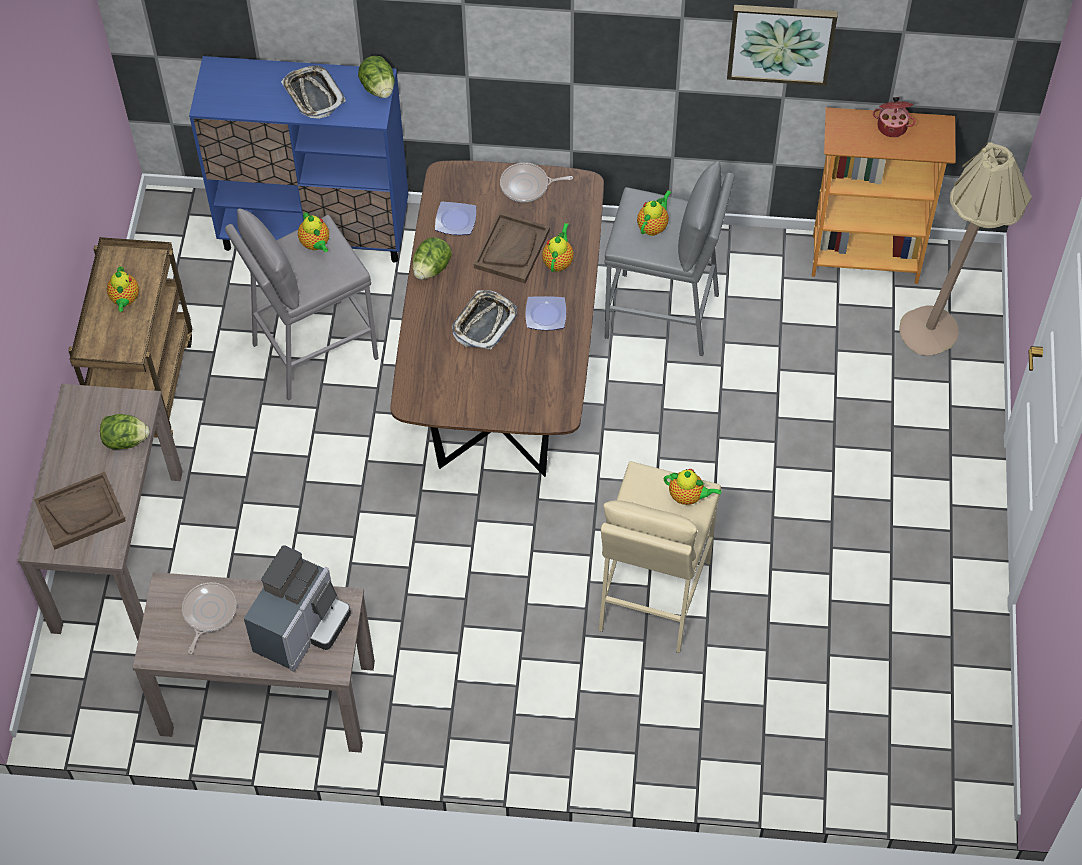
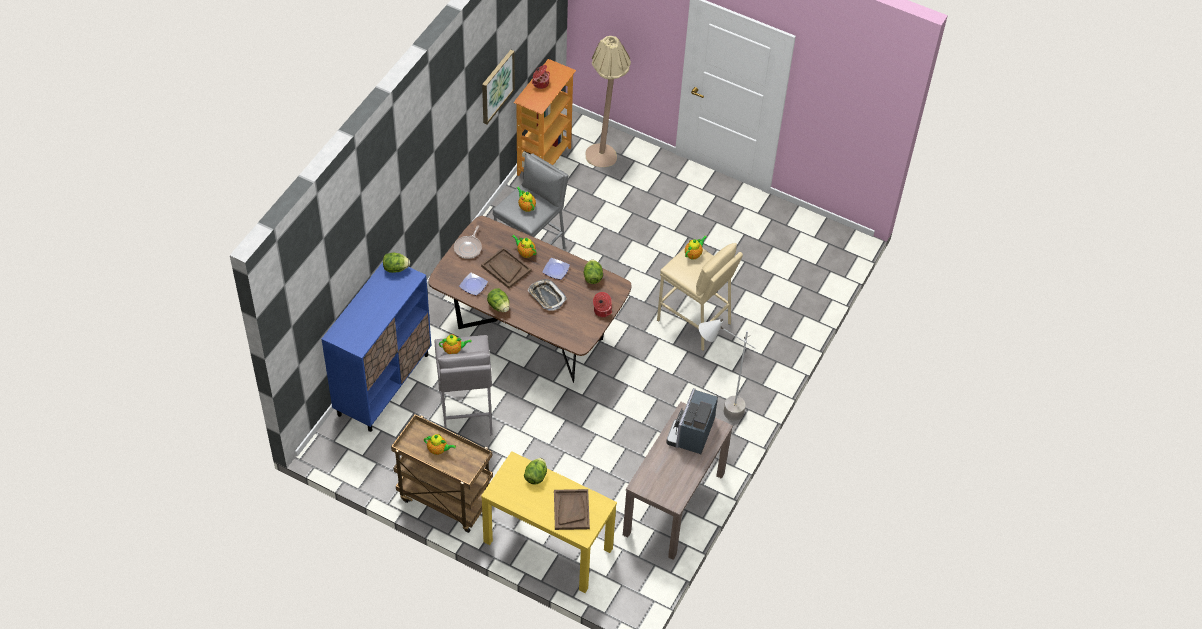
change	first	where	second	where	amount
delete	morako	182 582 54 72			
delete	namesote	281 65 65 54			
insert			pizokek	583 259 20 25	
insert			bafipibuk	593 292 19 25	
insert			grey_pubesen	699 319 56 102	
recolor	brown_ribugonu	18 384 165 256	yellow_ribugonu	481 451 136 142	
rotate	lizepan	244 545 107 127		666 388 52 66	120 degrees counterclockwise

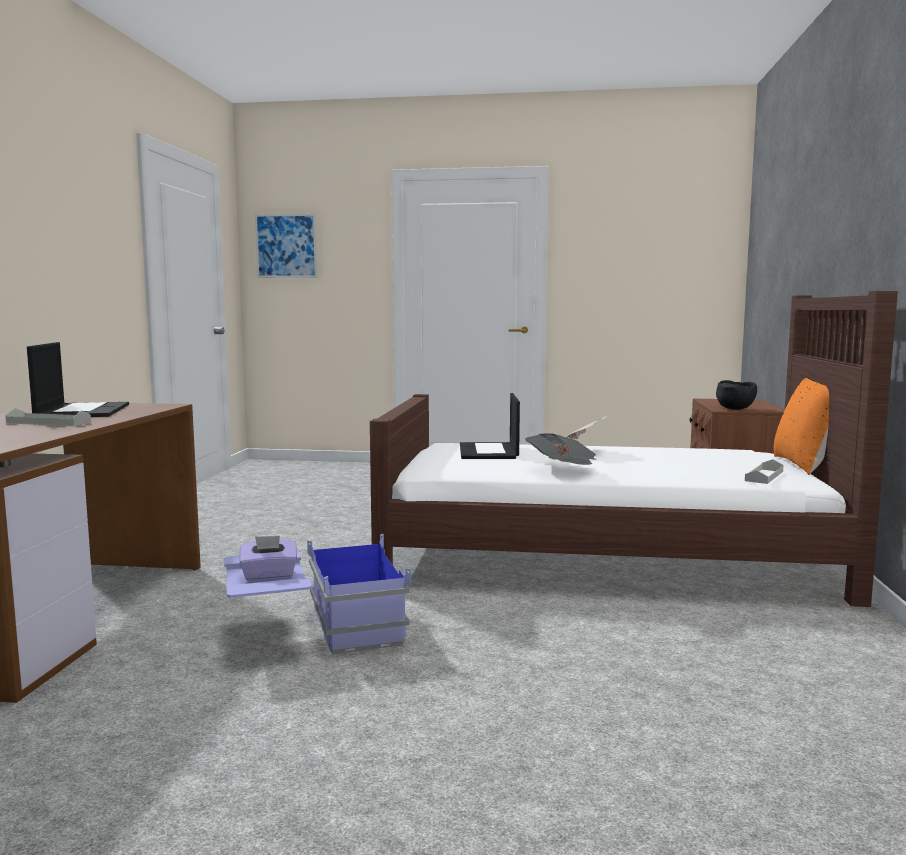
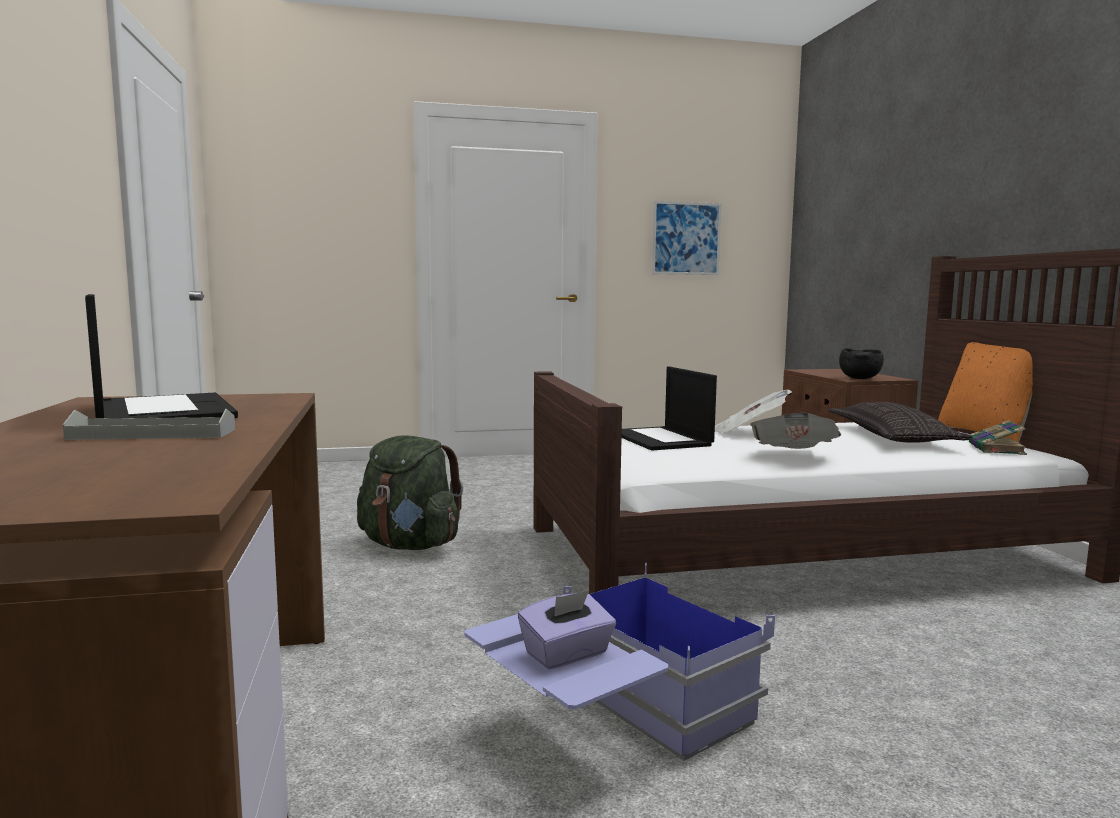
change	first	where	second	where	amount
insert			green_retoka	357 436 106 114	
insert			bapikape	829 402 143 41	
move	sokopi	255 213 62 65		652 201 69 74	
replace	grey_namesote	745 459 39 25	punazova	969 420 58 35	

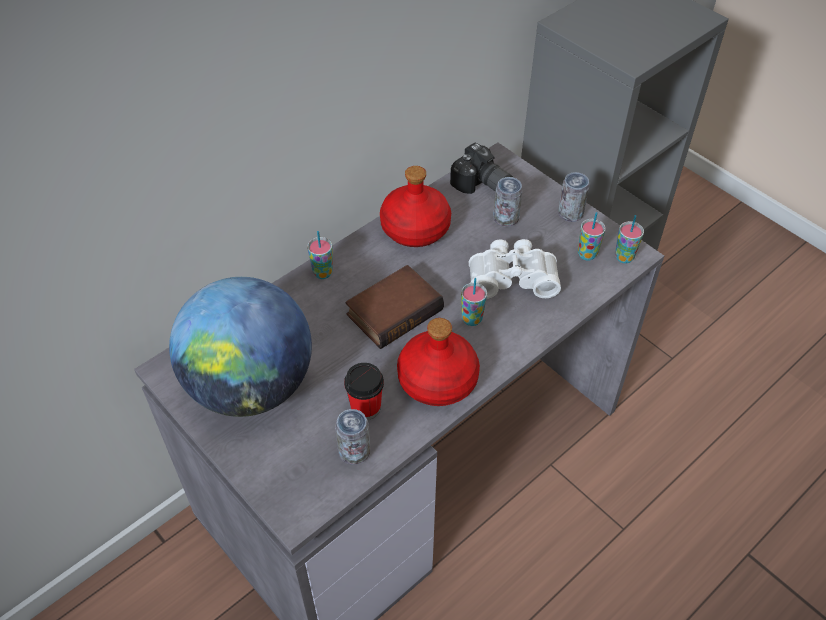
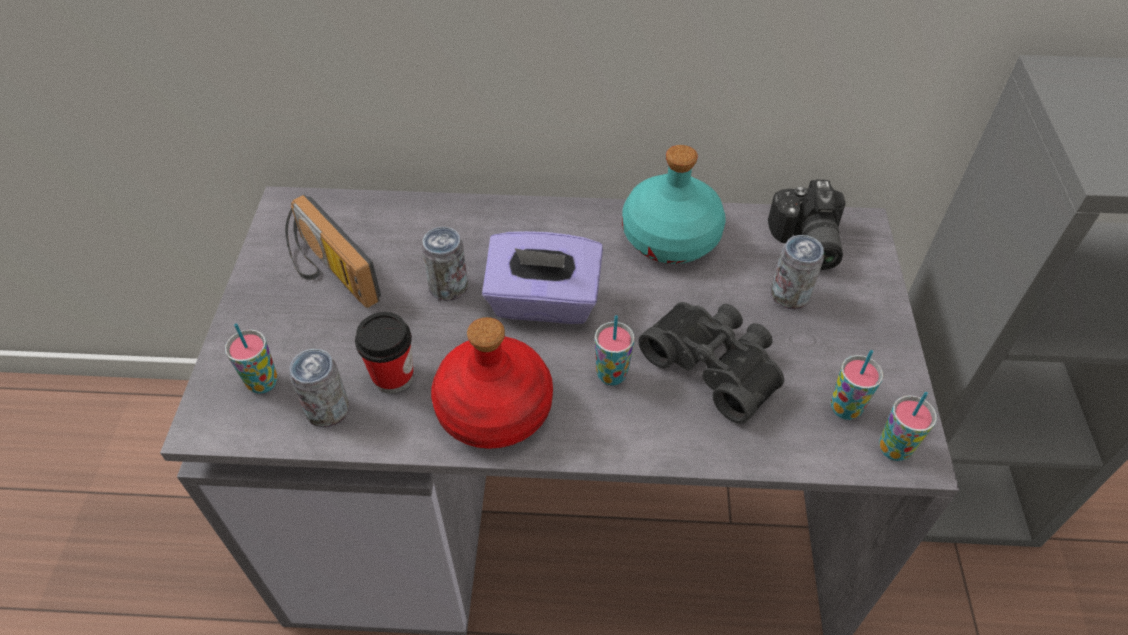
change	first	where	second	where	amount
move	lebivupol	307 231 26 48		225 323 53 71	
move	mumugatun	558 172 32 50		422 227 46 74	
replace	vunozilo	169 277 143 140	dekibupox	285 194 96 114	
replace	punazova	346 265 98 84	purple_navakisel	482 231 121 93	
recolor	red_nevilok	380 166 71 81	turquoise_nevilok	622 145 104 119	
recolor	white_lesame	469 239 92 60	black_lesame	638 302 146 122	

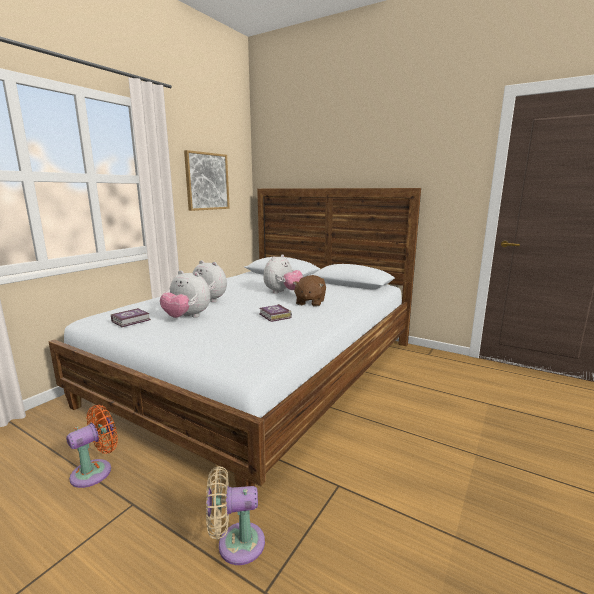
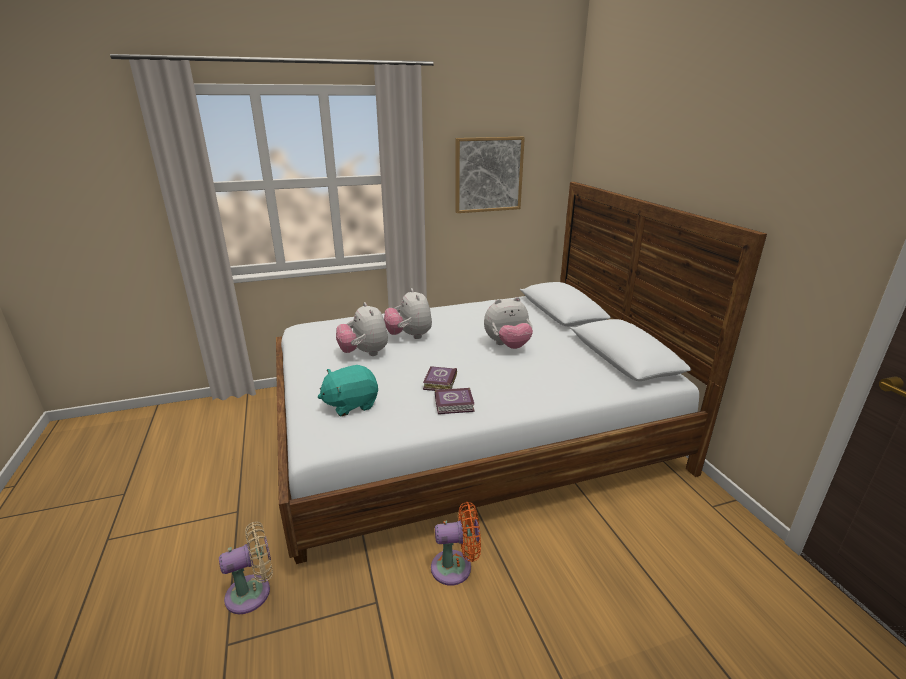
change	first	where	second	where	amount
delete	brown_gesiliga	293 275 33 32			
insert			turquoise_gesiliga	318 365 60 51	
move	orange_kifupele	66 405 52 83		431 502 50 84	
move	punazova	111 308 40 19		435 388 40 26	
rotate	beige_kifupele	206 466 59 99		219 522 54 92	120 degrees clockwise

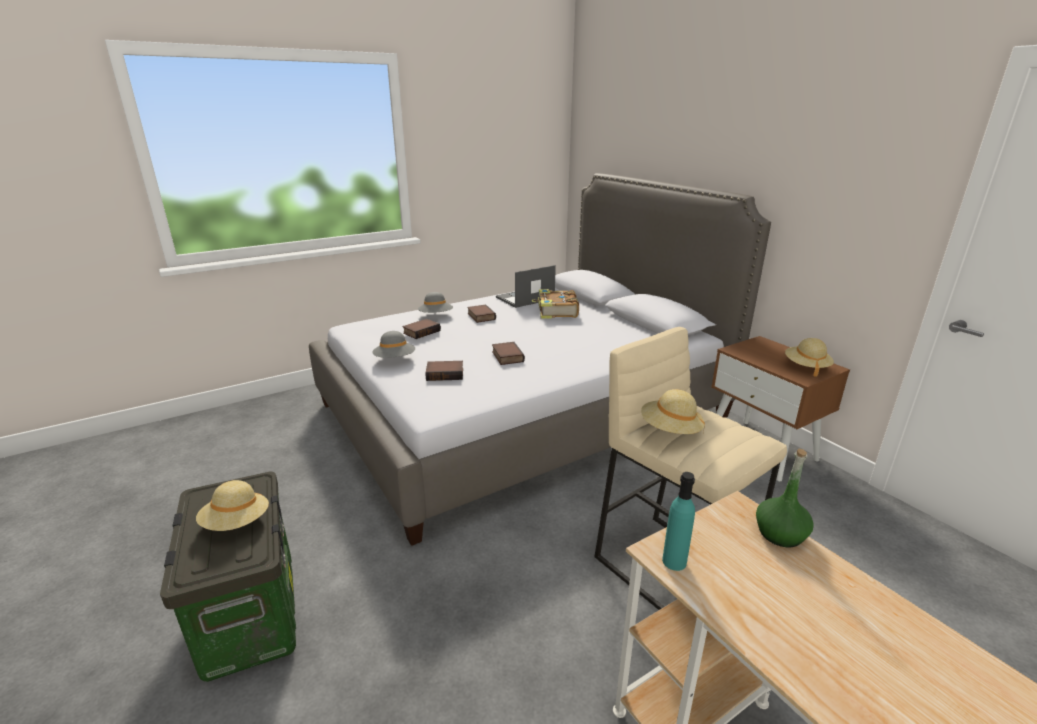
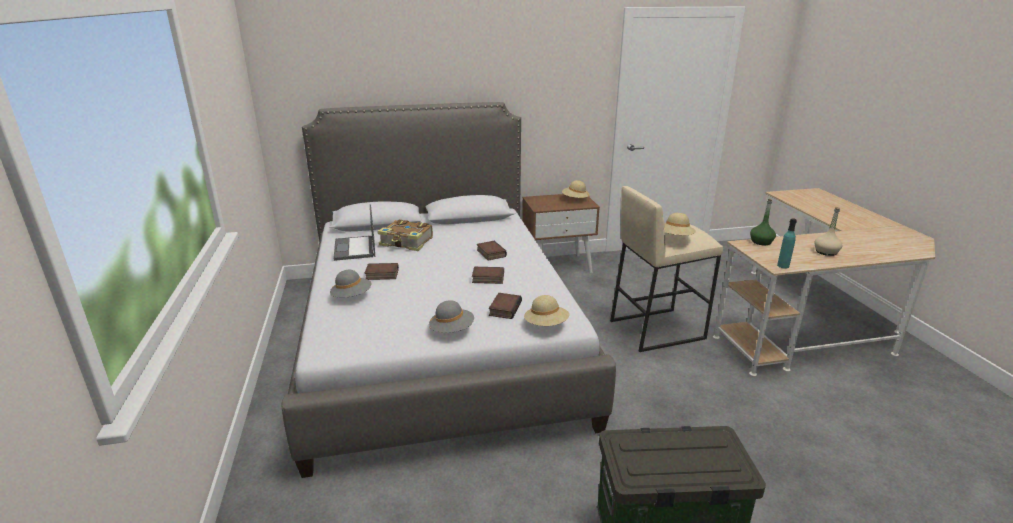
change	first	where	second	where	amount
insert			beige_nevilok	815 207 27 49	
move	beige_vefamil	196 480 73 51		524 295 46 31	
move	punazova	402 319 39 20		477 241 30 20	

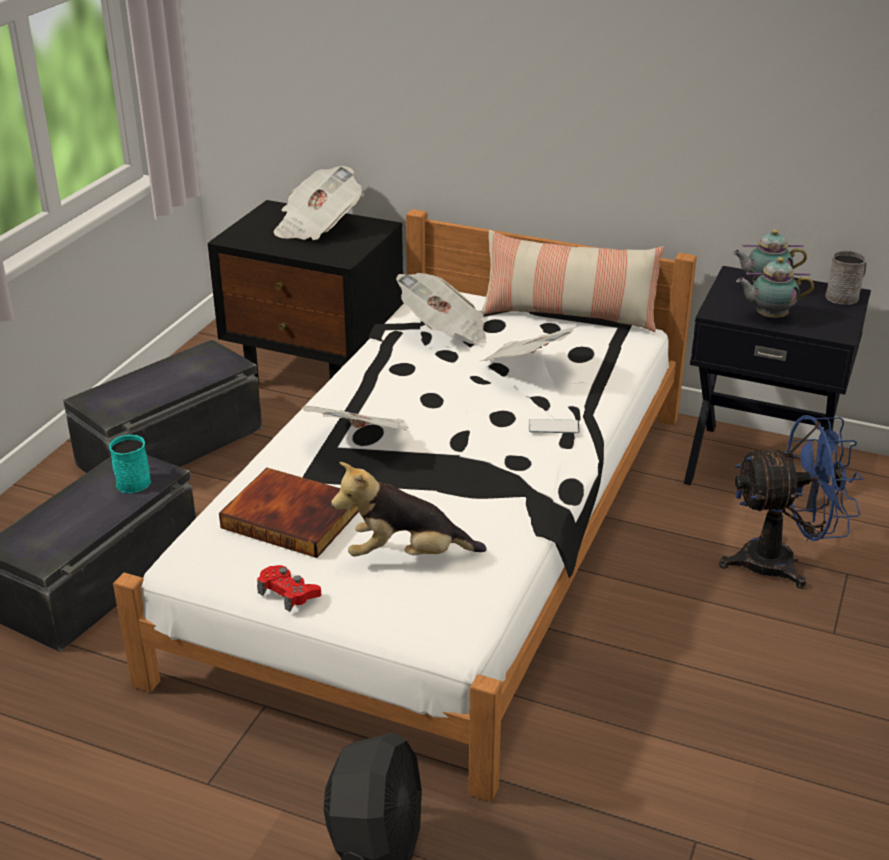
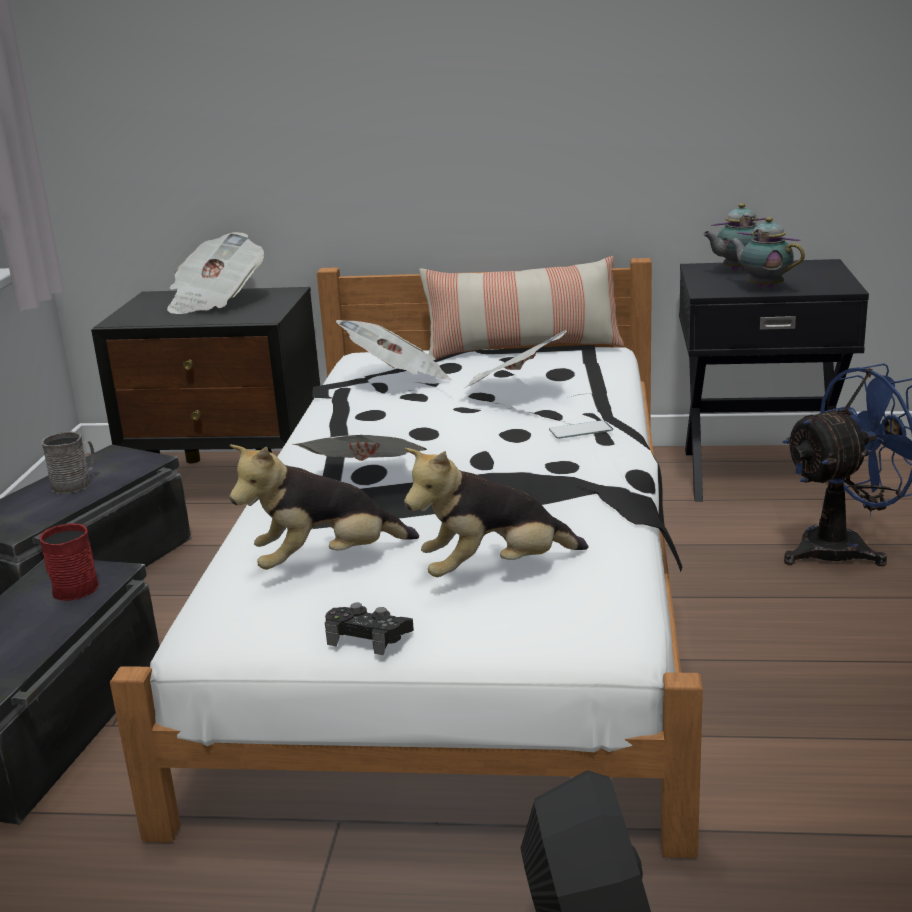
change	first	where	second	where	amount
move	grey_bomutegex	825 250 42 55		41 431 54 63	
replace	punazova	219 468 140 90	gesiliga	230 444 189 126	
recolor	turquoise_bomutegex	109 435 42 58	red_bomutegex	39 523 60 78	
recolor	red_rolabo	257 565 64 47	black_rolabo	325 603 89 52	
rotate	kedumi	736 257 78 61		729 217 76 72	60 degrees clockwise

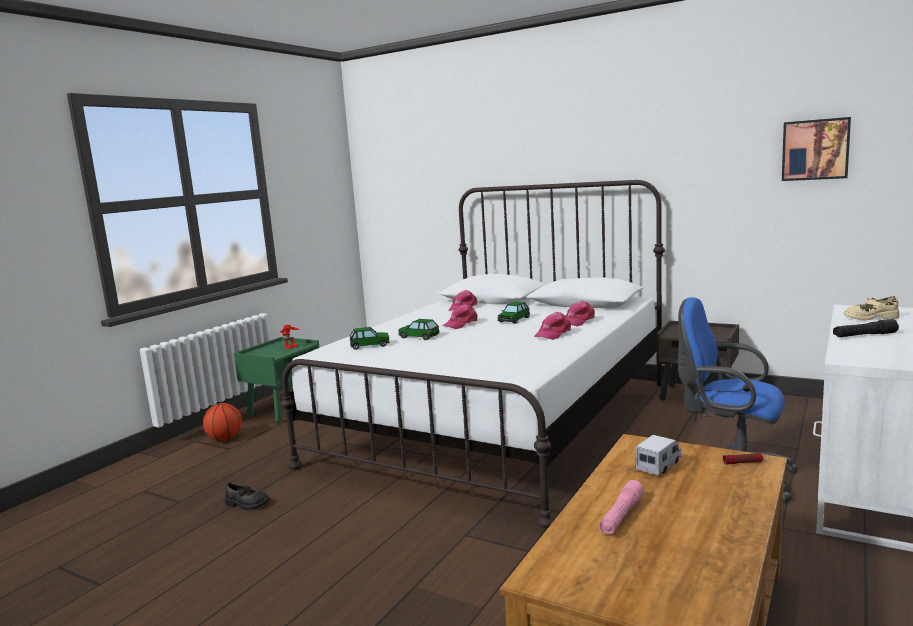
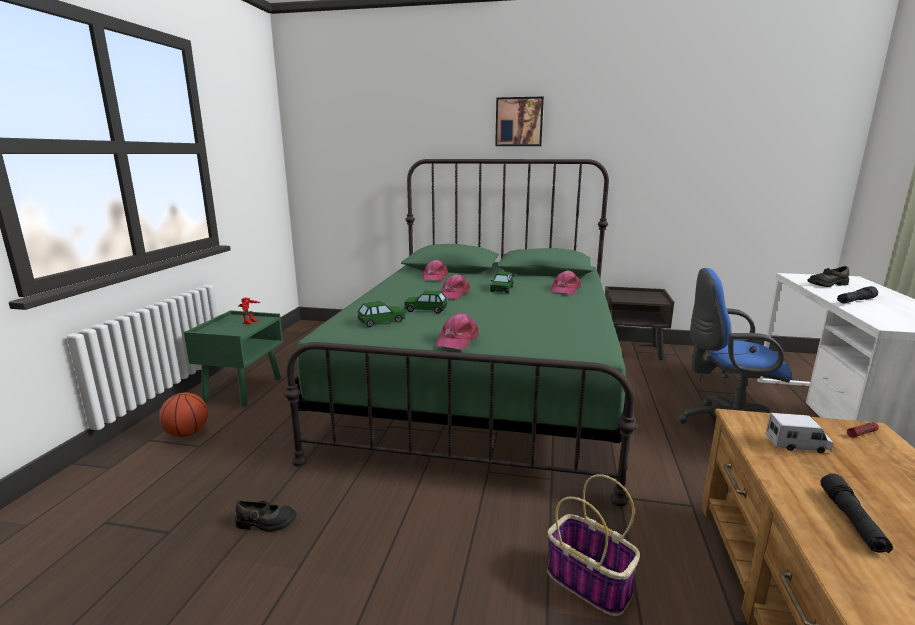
change	first	where	second	where	amount
insert			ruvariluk	547 474 93 142	
move	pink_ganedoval	534 312 37 28		435 313 44 37	
move	sokopi	782 117 69 64		495 96 49 50	
recolor	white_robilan	281 180 384 348	green_robilan	284 159 353 347	
recolor	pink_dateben	599 480 45 54	black_dateben	820 473 73 80	
recolor	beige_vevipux	843 296 56 25	black_vevipux	807 266 42 21	
rotate	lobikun	635 435 46 41		766 413 67 40	75 degrees clockwise

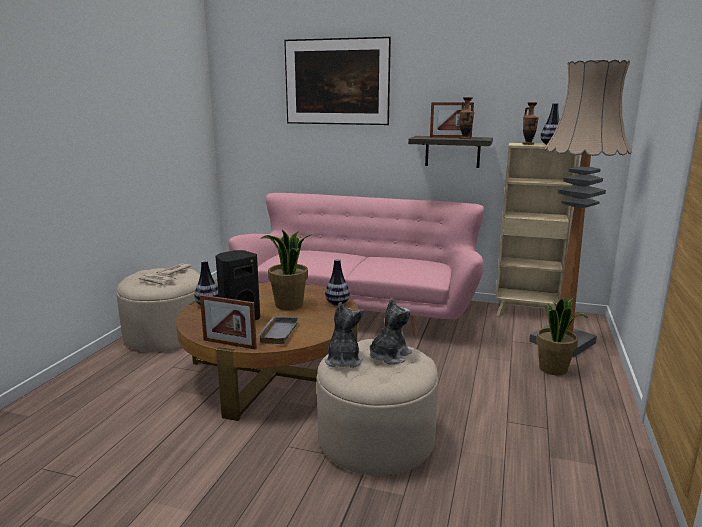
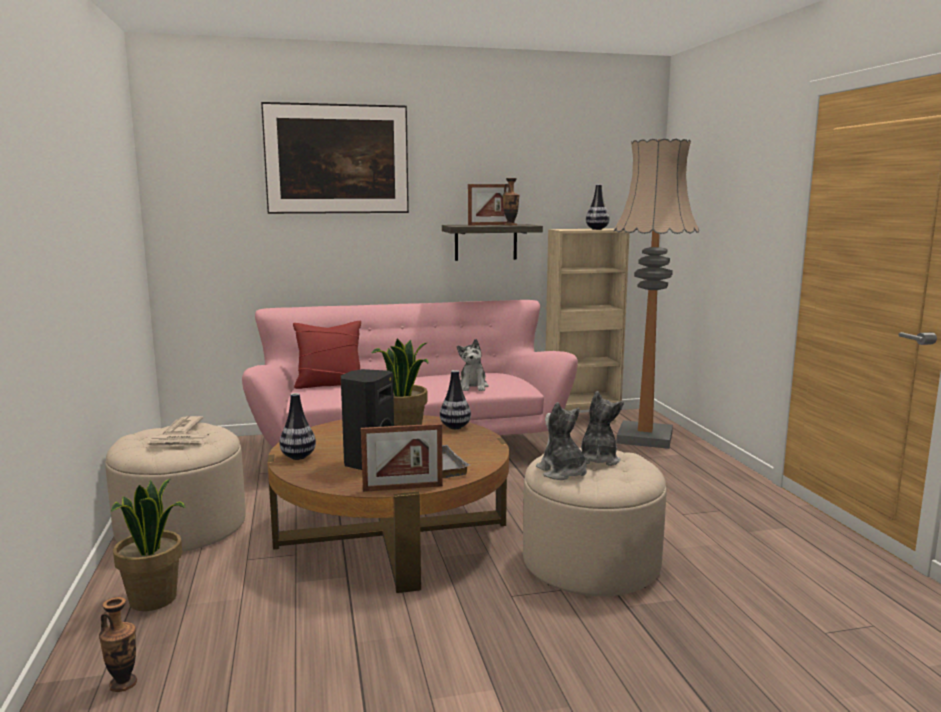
change	first	where	second	where	amount
insert			red_bapikape	293 321 68 68	
insert			gesiliga	457 339 32 52	
move	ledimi	522 102 17 43		99 597 38 95	
move	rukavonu	536 297 52 78		111 479 75 132	

